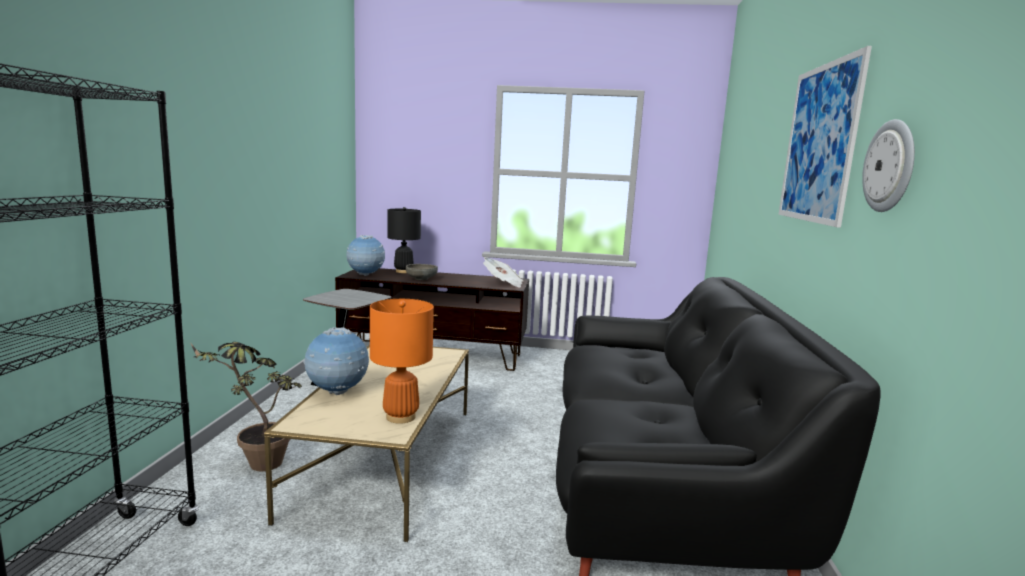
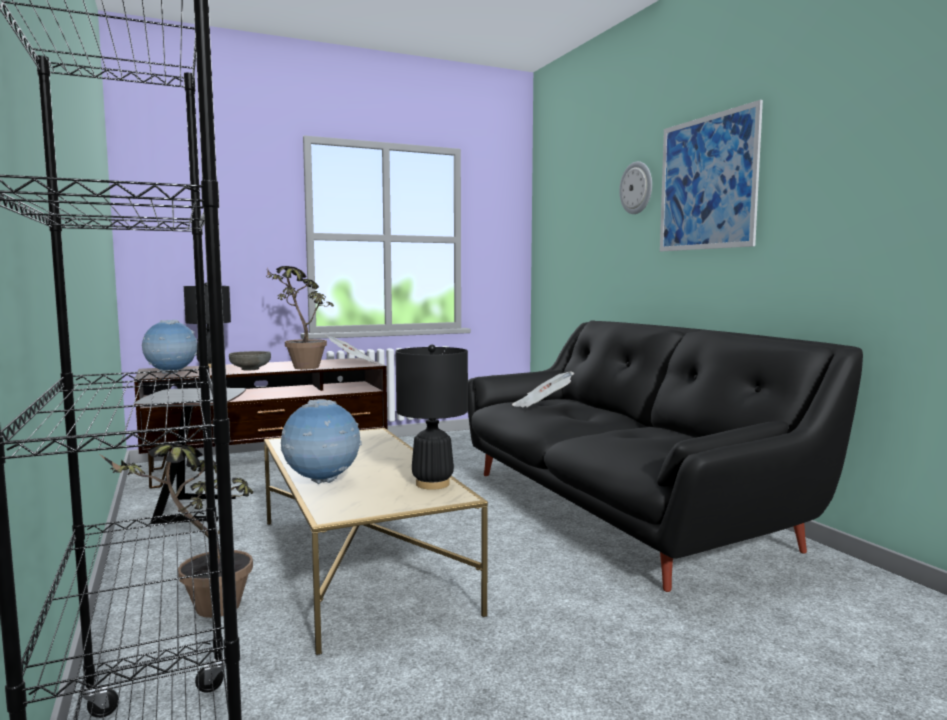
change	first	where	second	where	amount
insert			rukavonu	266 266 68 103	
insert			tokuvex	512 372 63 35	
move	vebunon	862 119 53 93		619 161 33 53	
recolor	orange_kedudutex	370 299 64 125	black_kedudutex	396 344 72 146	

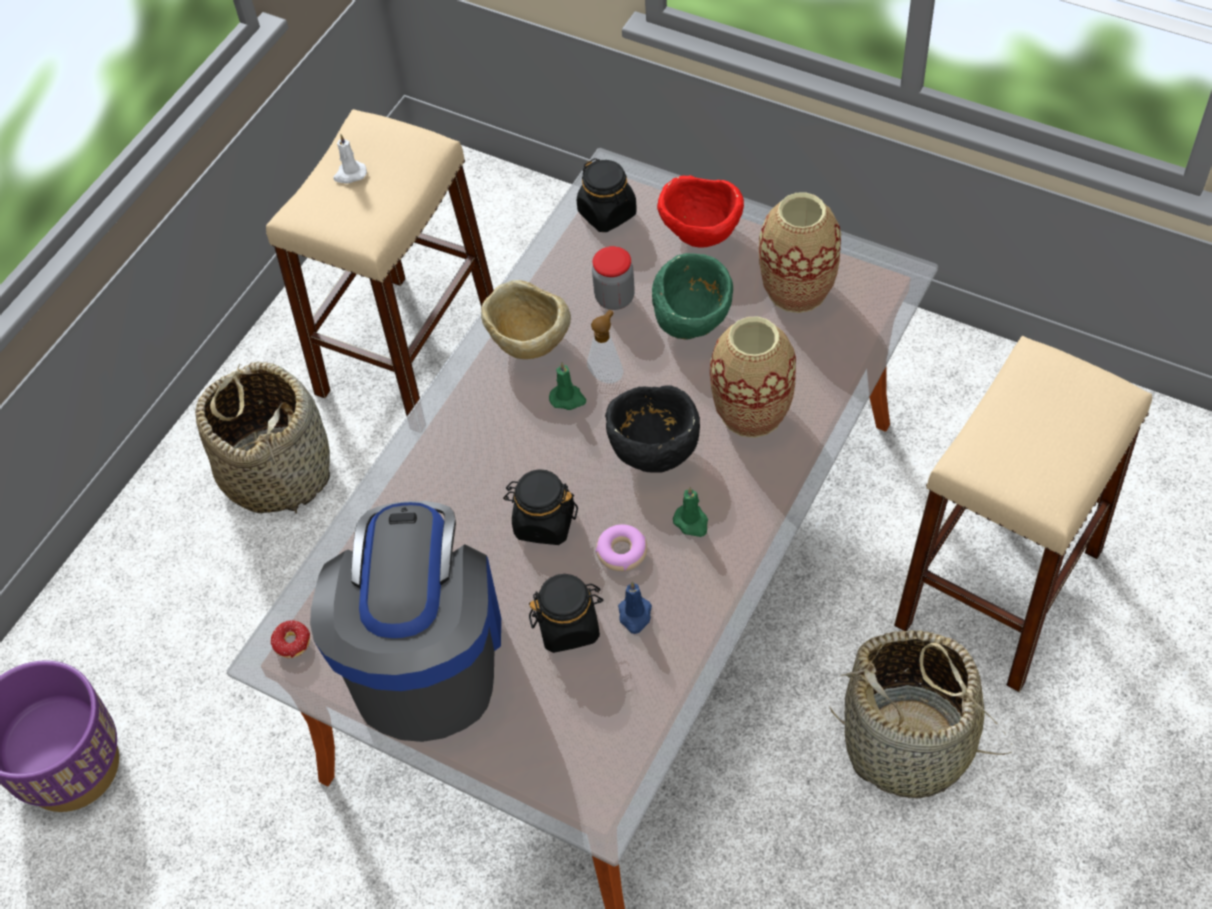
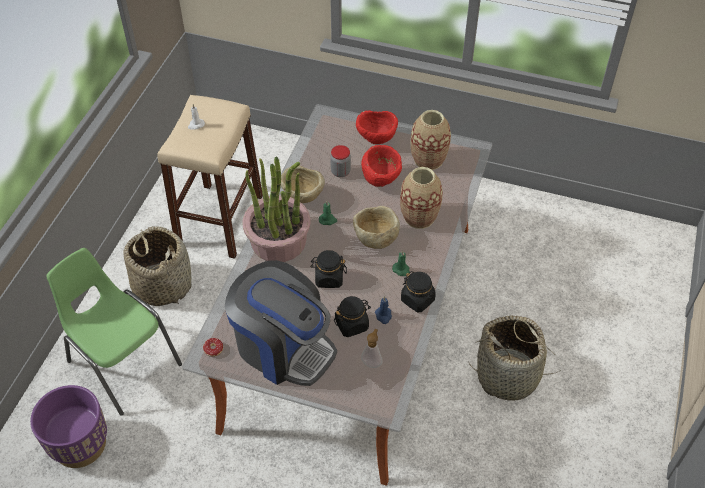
change	first	where	second	where	amount
delete	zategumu	596 524 51 47			
delete	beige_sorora	894 336 258 356			
insert			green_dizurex	47 248 135 168	
insert			rukavonu	243 157 67 105	
move	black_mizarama	577 158 60 74		401 271 35 41	
move	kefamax	587 310 36 73		361 329 21 39	
recolor	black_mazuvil	605 385 95 88	beige_mazuvil	353 206 47 43	
recolor	green_mazuvil	652 253 81 86	red_mazuvil	361 145 41 42	
rotate	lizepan	310 501 191 241		225 260 112 126	135 degrees clockwise

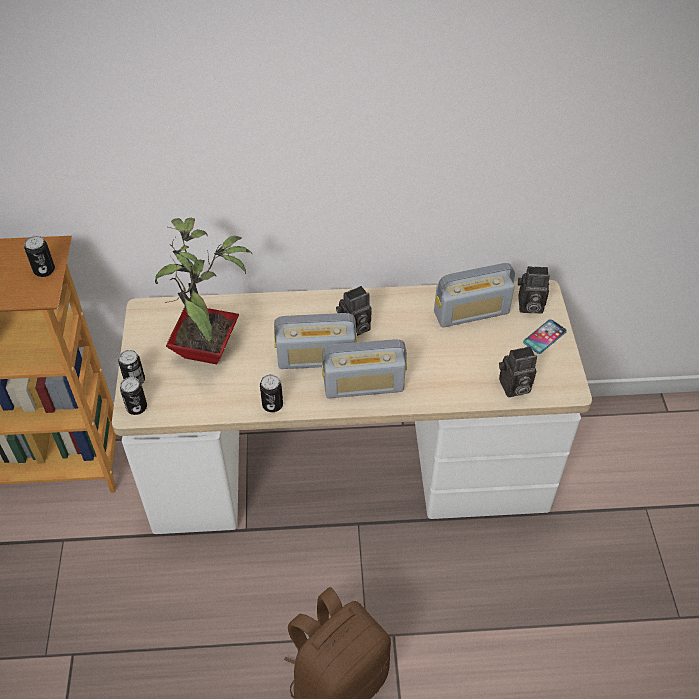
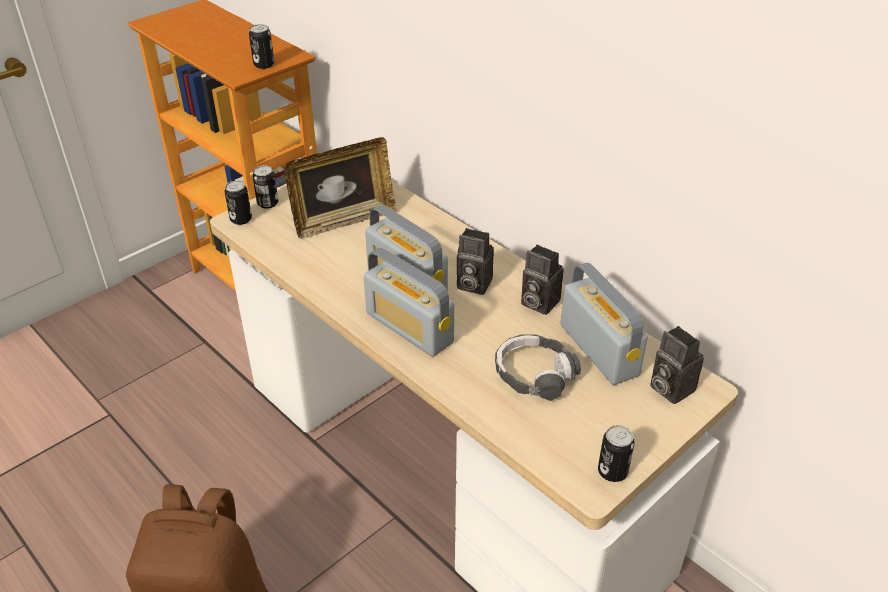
change	first	where	second	where	amount
delete	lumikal	523 319 44 35			
insert			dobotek	495 334 86 67	
move	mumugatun	260 374 23 38		598 425 37 57	
move	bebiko	499 346 38 51		521 244 43 71	
replace	rukavonu	155 218 97 146	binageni	284 137 113 102	
rotate	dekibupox	434 263 81 65		561 263 87 122	150 degrees counterclockwise

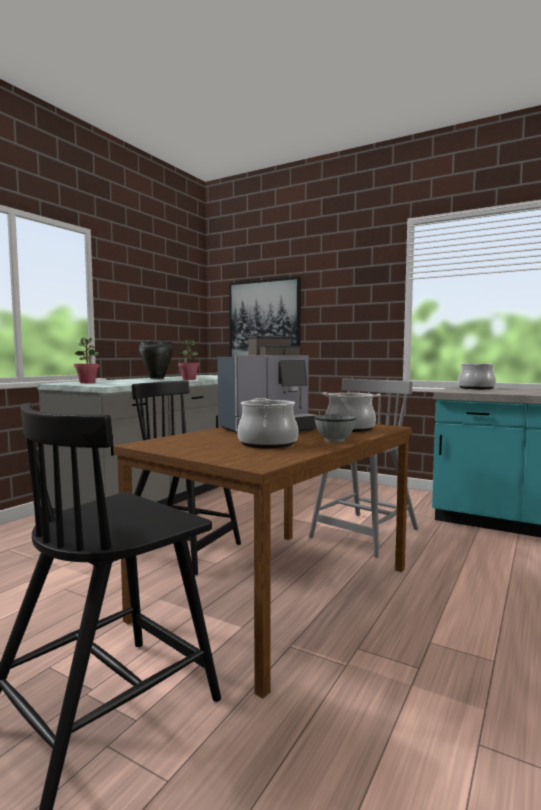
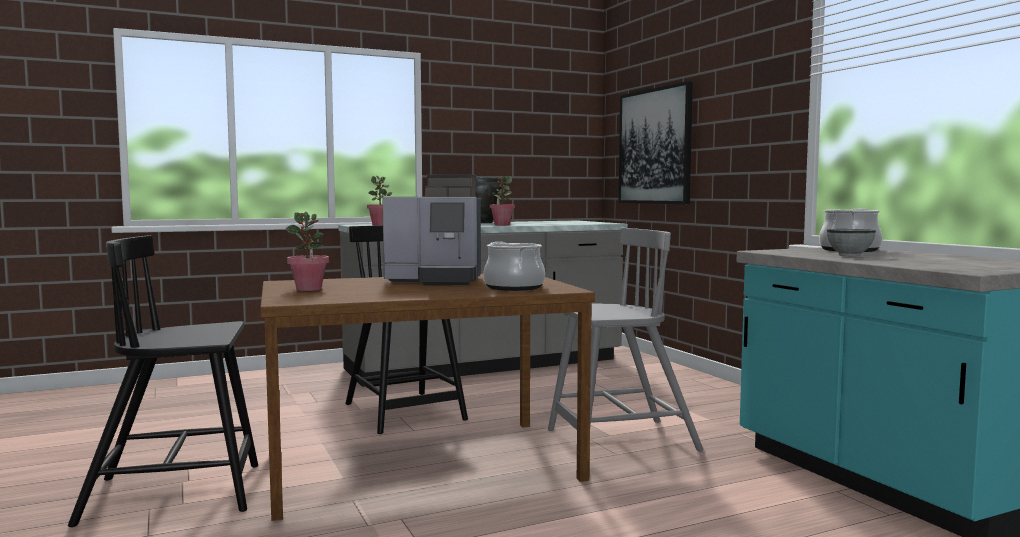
change	first	where	second	where	amount
delete	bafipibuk	237 398 61 50			
insert			rukavonu	286 212 43 79	
move	grey_mazuvil	315 414 41 28		827 229 49 27	

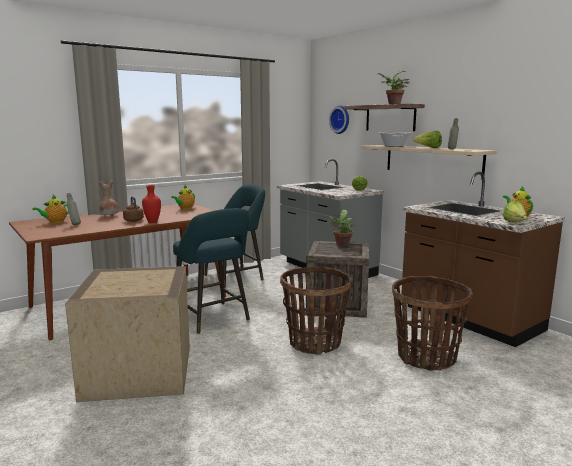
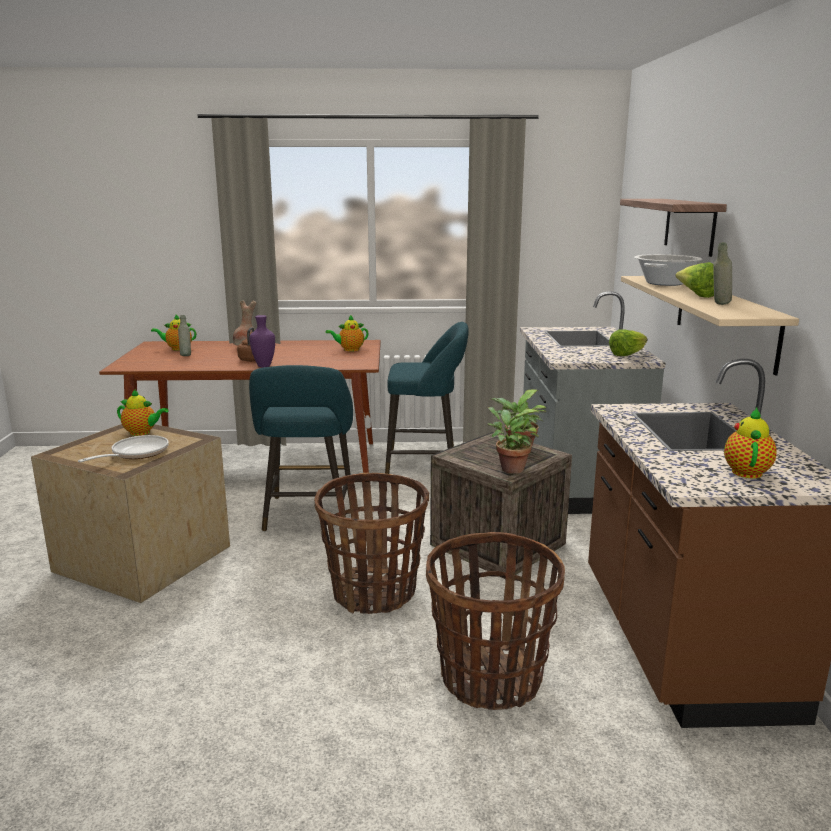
change	first	where	second	where	amount
delete	vebunon	329 105 20 29			
delete	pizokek	503 201 24 22			
insert			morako	78 435 91 27	
insert			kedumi	117 389 51 47	
move	rukavonu	378 71 32 33		488 407 51 67	
recolor	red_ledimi	142 185 19 38	purple_ledimi	249 315 26 53	

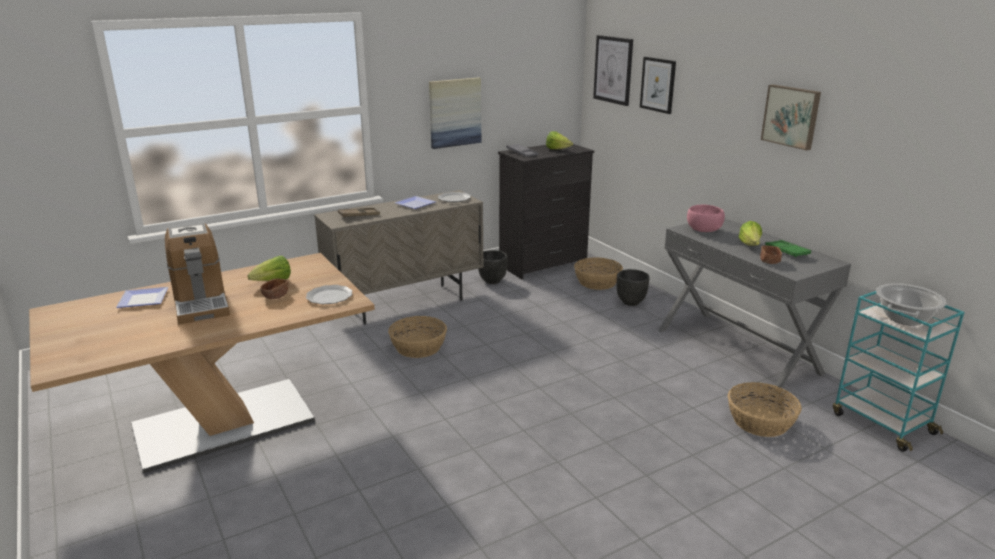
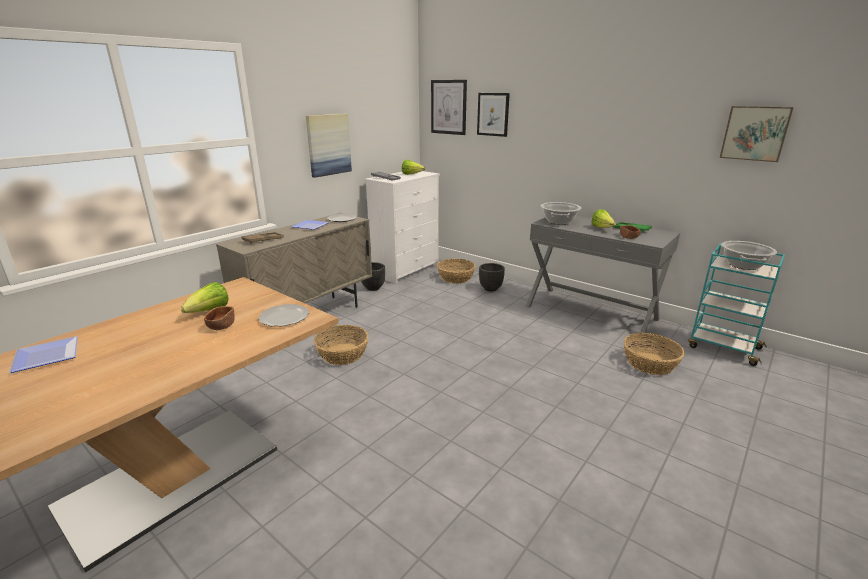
change	first	where	second	where	amount
delete	lizepan	165 223 65 101			
move	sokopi	761 85 60 65		720 106 74 56	
replace	pink_mazuvil	687 205 38 27	bafipibuk	541 202 40 23	
recolor	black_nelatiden	498 144 96 135	white_nelatiden	365 171 75 113	

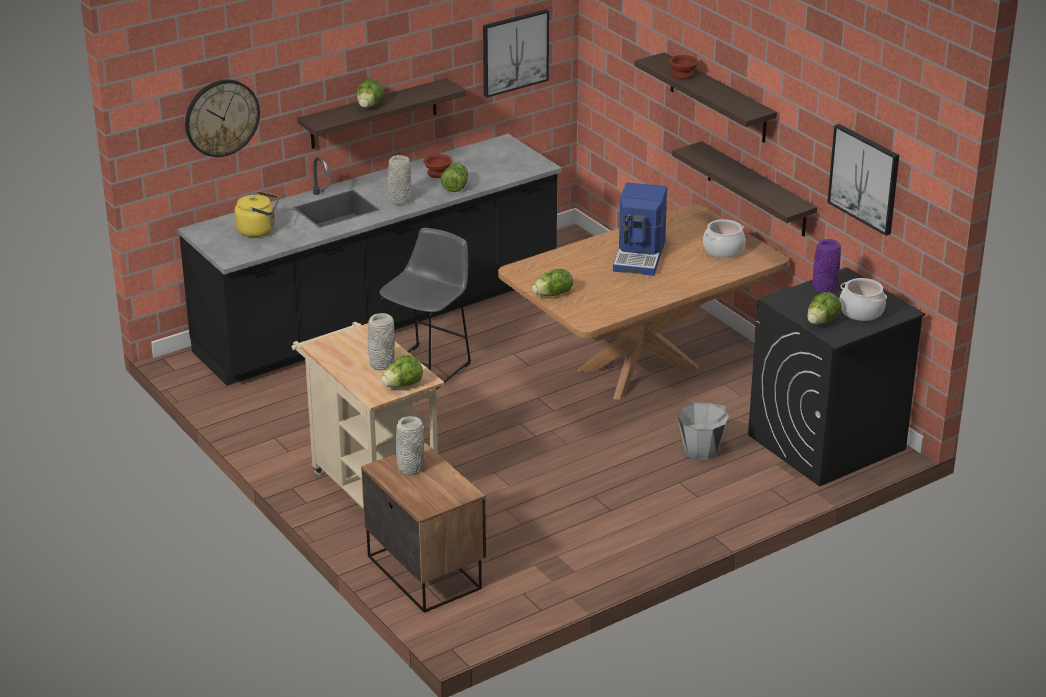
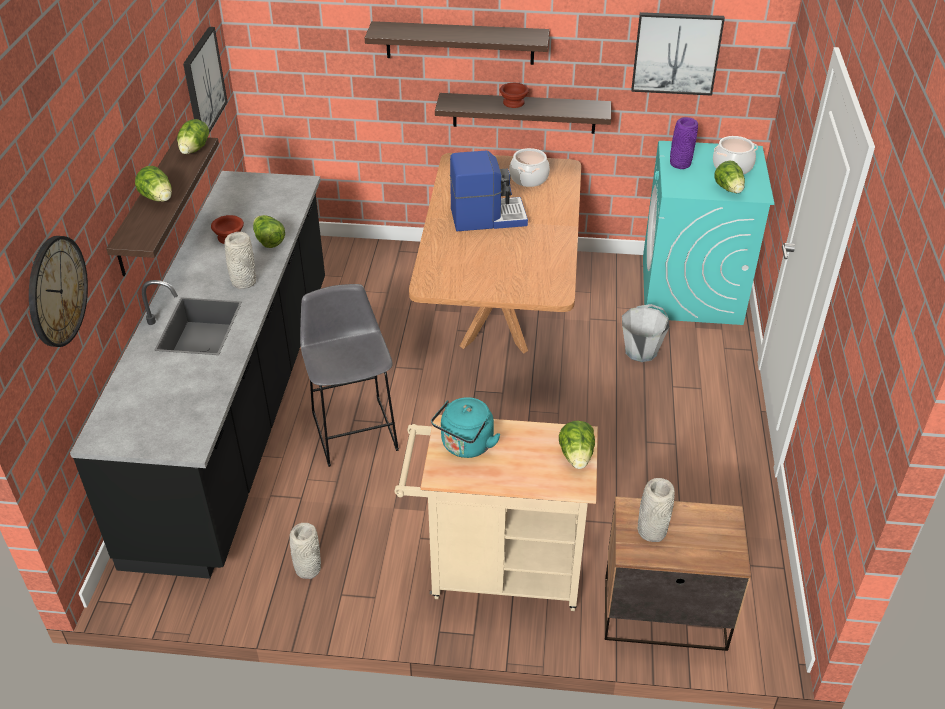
change	first	where	second	where	amount
delete	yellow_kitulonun	234 191 45 46			
insert			turquoise_kitulonun	431 397 70 61	
move	grey_ledimi	368 313 27 57		290 523 31 56	
move	pizokek	532 269 41 27		177 119 32 35	
move	brown_mazuvil	668 55 30 24		500 83 29 25	
recolor	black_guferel	748 267 177 220	turquoise_guferel	643 141 131 184	
rotate	lizepan	613 182 54 94		450 151 78 80	60 degrees counterclockwise

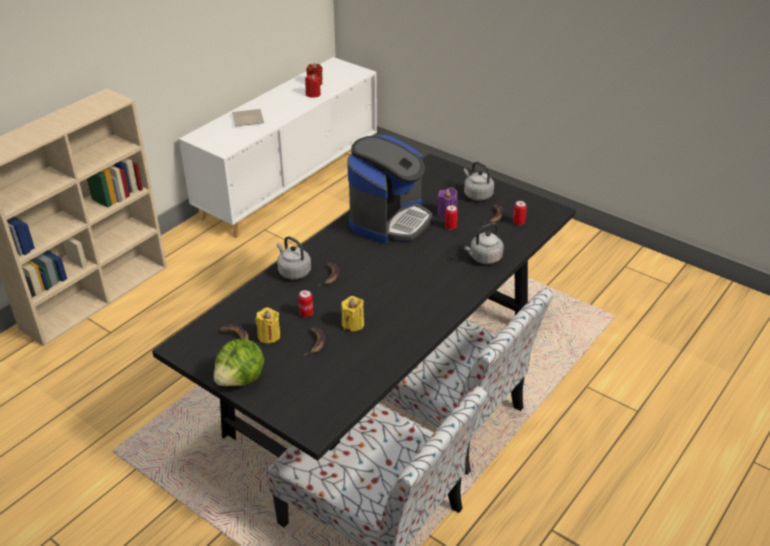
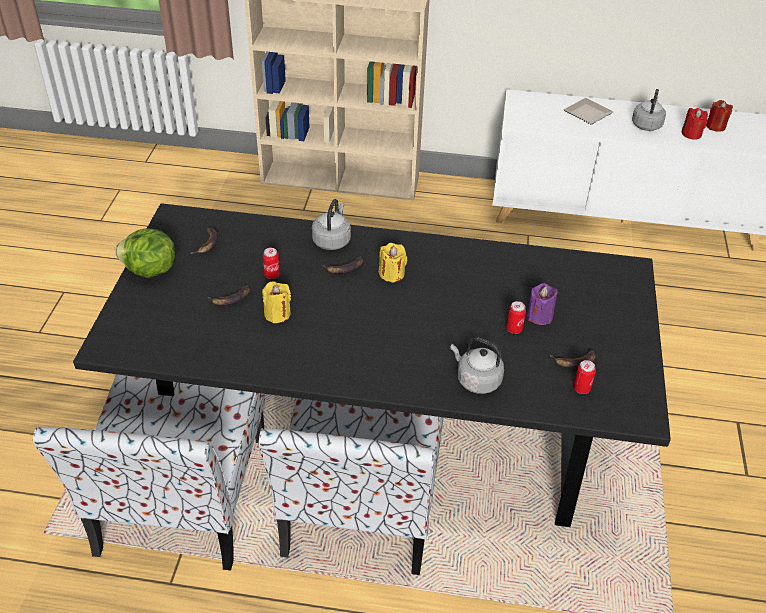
change	first	where	second	where	amount
delete	lizepan	347 135 85 109			
move	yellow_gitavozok	255 307 25 37		379 243 28 39	
move	grey_kitulonun	464 162 30 39		632 89 34 42	

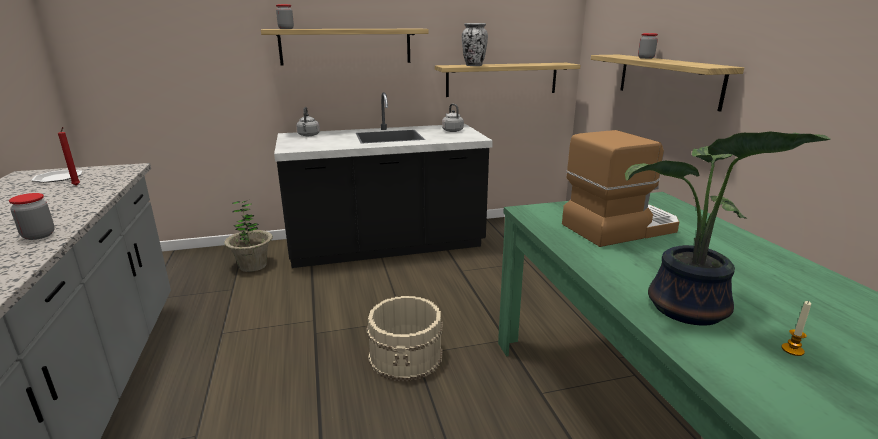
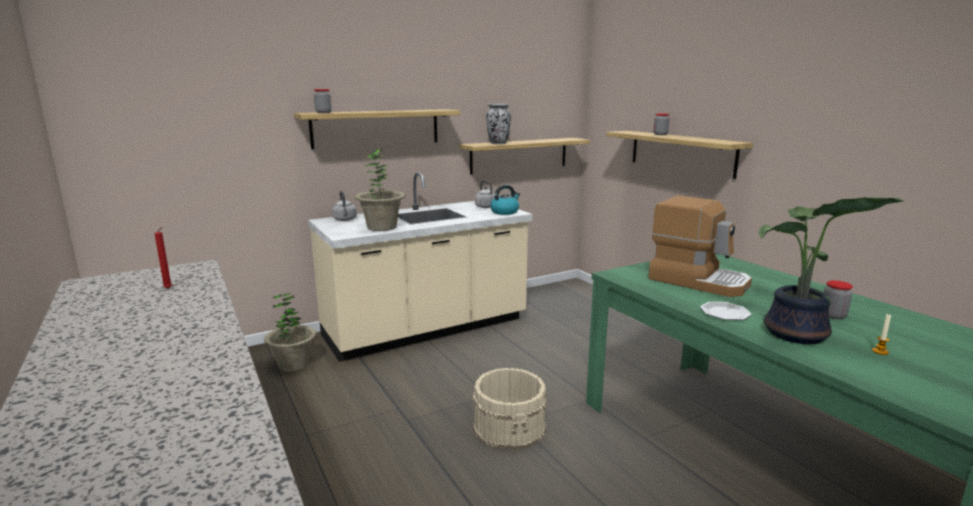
change	first	where	second	where	amount
insert			rukavonu	355 149 50 82	
insert			kitulonun	490 185 30 30	
move	mizarama	9 193 46 47		824 280 29 39	
move	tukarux	31 170 52 13		700 302 52 18	
recolor	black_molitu	274 92 219 176	beige_molitu	308 172 224 190	
rotate	lizepan	562 130 117 117		648 196 104 101	75 degrees clockwise

